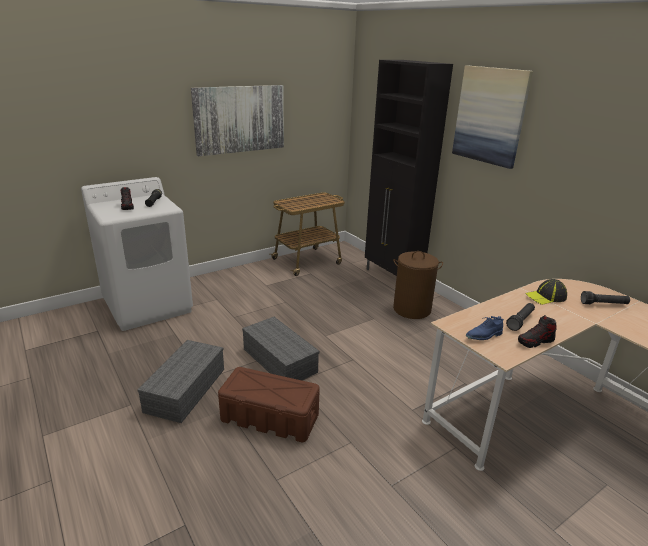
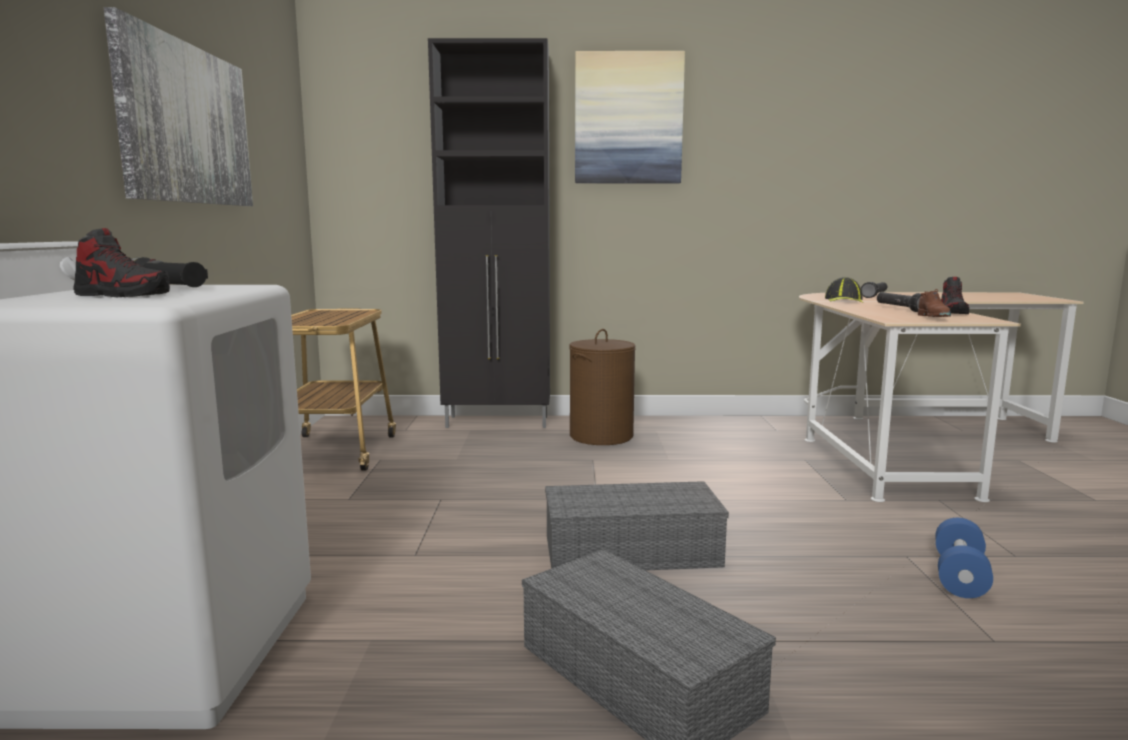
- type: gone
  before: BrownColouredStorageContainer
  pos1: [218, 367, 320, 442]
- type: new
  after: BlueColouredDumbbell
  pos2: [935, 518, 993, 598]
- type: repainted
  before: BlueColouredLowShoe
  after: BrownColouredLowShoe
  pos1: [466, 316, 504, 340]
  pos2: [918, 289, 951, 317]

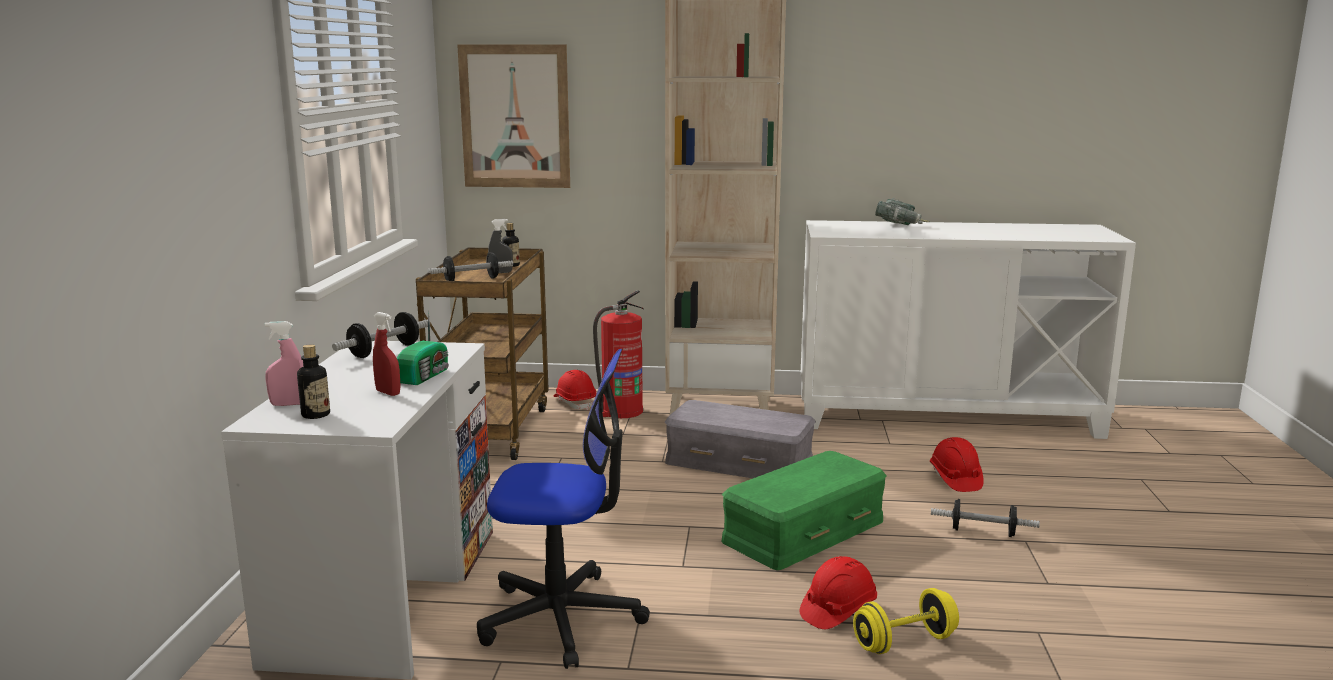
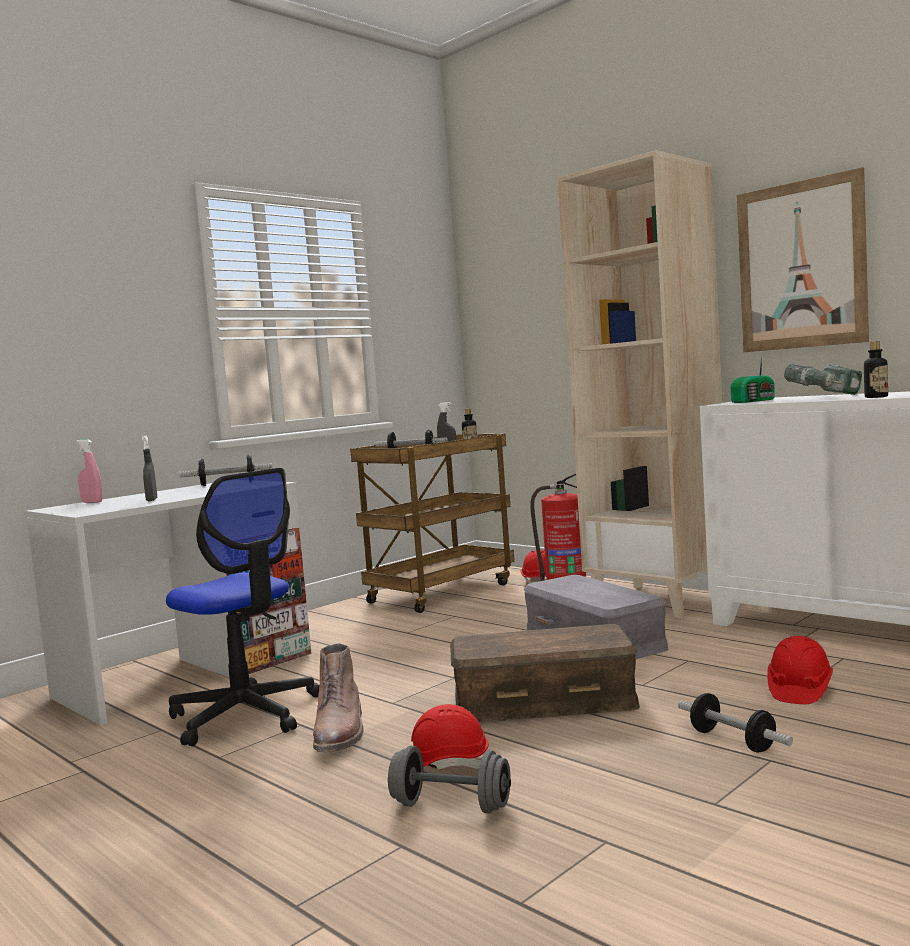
- type: new
  after: BrownColouredBoot
  pos2: [313, 643, 364, 752]
- type: shifted
  before: DrinkBottle
  pos1: [297, 344, 330, 419]
  pos2: [864, 341, 888, 398]
- type: shifted
  before: RadioReceiver
  pos1: [397, 310, 449, 385]
  pos2: [731, 356, 775, 403]
- type: shifted
  before: WallArt
  pos1: [457, 44, 570, 188]
  pos2: [737, 167, 869, 352]
- type: repainted
  before: RedSprayBottle
  after: GreyishSprayBottle
  pos1: [373, 312, 401, 396]
  pos2: [142, 435, 157, 501]
- type: repainted
  before: GreenishStorageContainer
  after: BrownColouredStorageContainer
  pos1: [721, 451, 887, 570]
  pos2: [450, 624, 640, 723]
- type: repainted
  before: YellowDumbbell
  after: GreyishDumbbell
  pos1: [853, 588, 959, 654]
  pos2: [388, 746, 511, 813]

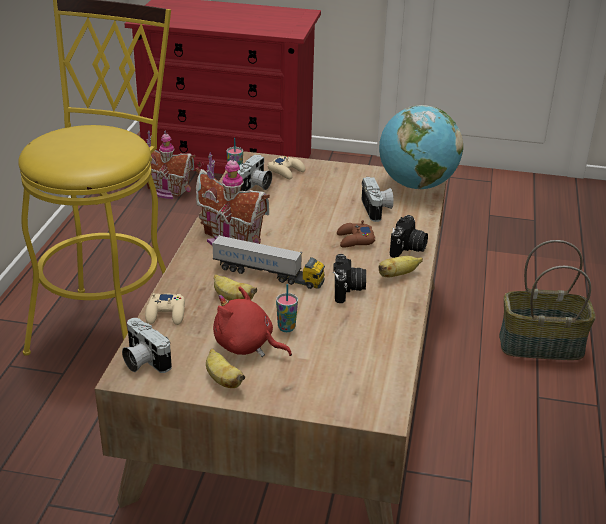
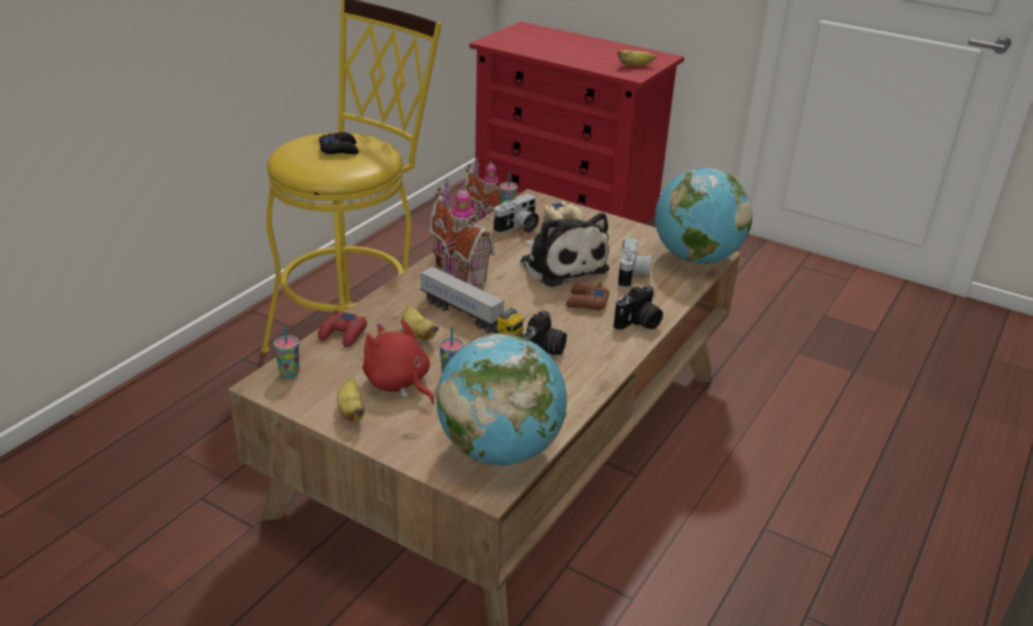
- type: gone
  before: StorageBasket
  pos1: [499, 240, 596, 360]
- type: new
  after: BlackColouredJoypad
  pos2: [319, 132, 359, 154]
- type: new
  after: WorldGlobe
  pos2: [437, 333, 567, 465]
- type: new
  after: PlushToy
  pos2: [521, 213, 610, 287]
- type: shifted
  before: WholeBanana
  pos1: [379, 256, 423, 277]
  pos2: [617, 50, 657, 66]
- type: swapped
  before: PhotoCamera
  after: Cup
  pos1: [122, 318, 172, 373]
  pos2: [274, 325, 300, 379]
- type: repainted
  before: SandColouredJoypad
  after: RedJoypad
  pos1: [145, 293, 185, 325]
  pos2: [318, 310, 367, 347]

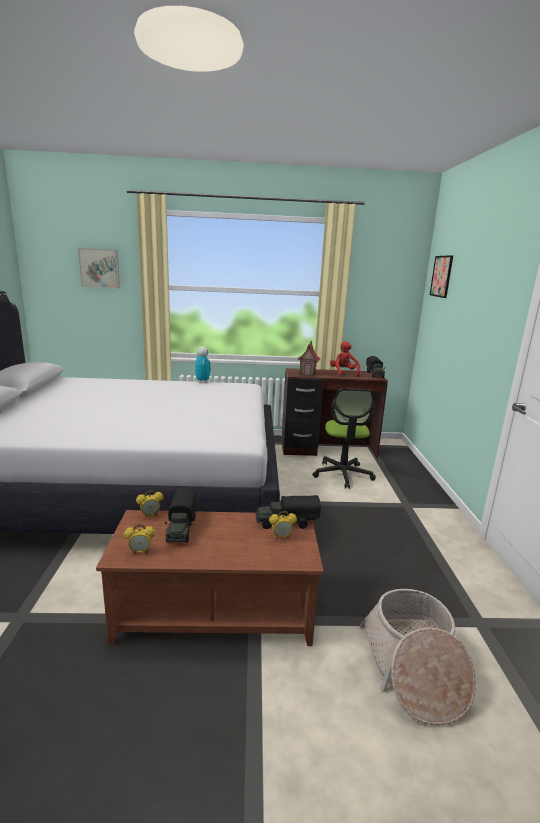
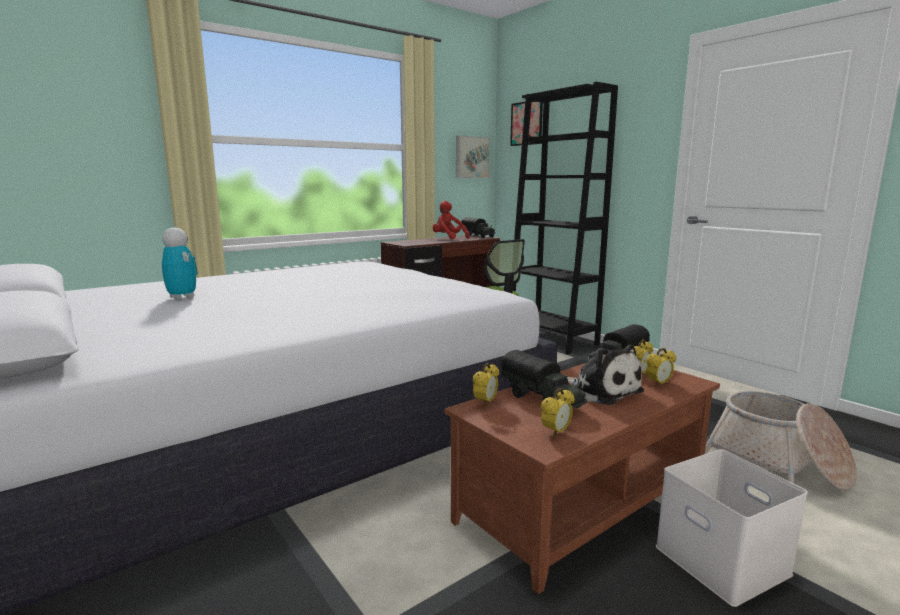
- type: gone
  before: ToyHouse
  pos1: [297, 341, 320, 376]
- type: new
  after: BlackColouredBookcase
  pos2: [513, 82, 618, 355]
- type: new
  after: PlushToy
  pos2: [567, 344, 644, 405]
- type: new
  after: BedsideClock
  pos2: [646, 348, 676, 387]
- type: new
  after: WhiteStorageContainer
  pos2: [656, 449, 808, 607]
- type: shifted
  before: WallArt
  pos1: [78, 248, 120, 289]
  pos2: [456, 136, 490, 178]
- type: shifted
  before: ModelRobot
  pos1: [195, 347, 211, 383]
  pos2: [162, 227, 198, 300]

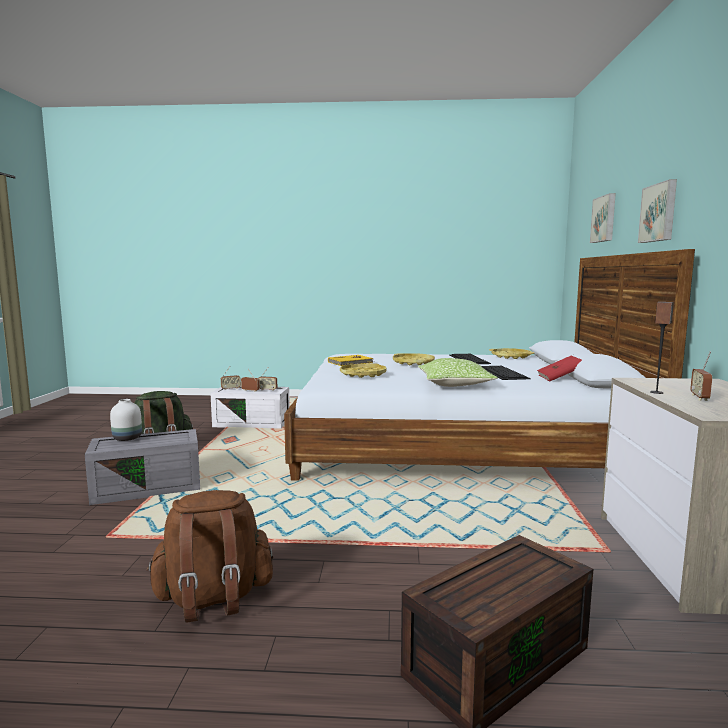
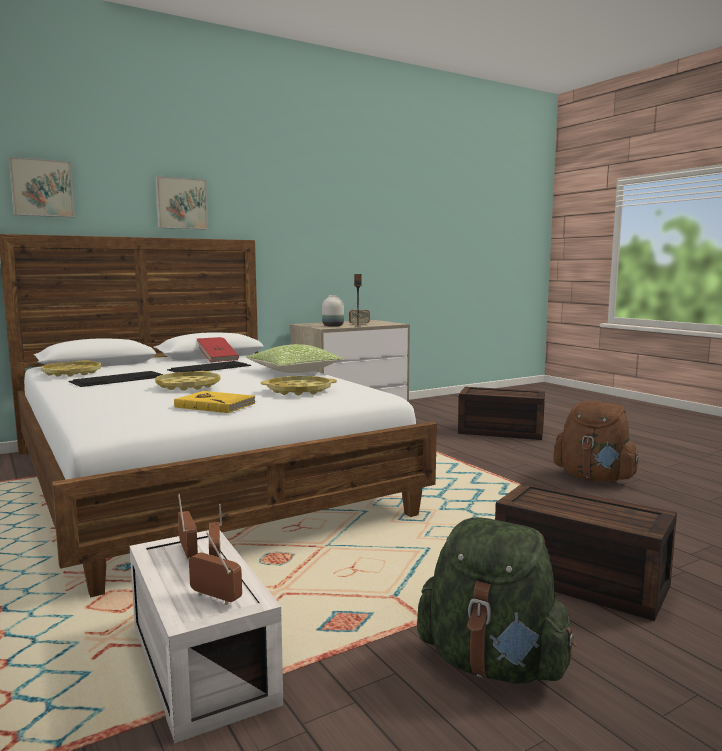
- type: shifted
  before: WhiteFlowerVase
  pos1: [110, 399, 142, 441]
  pos2: [322, 295, 344, 327]
- type: repainted
  before: GreyishStorageContainer
  after: BrownColouredStorageContainer
  pos1: [85, 429, 200, 505]
  pos2: [495, 482, 677, 621]

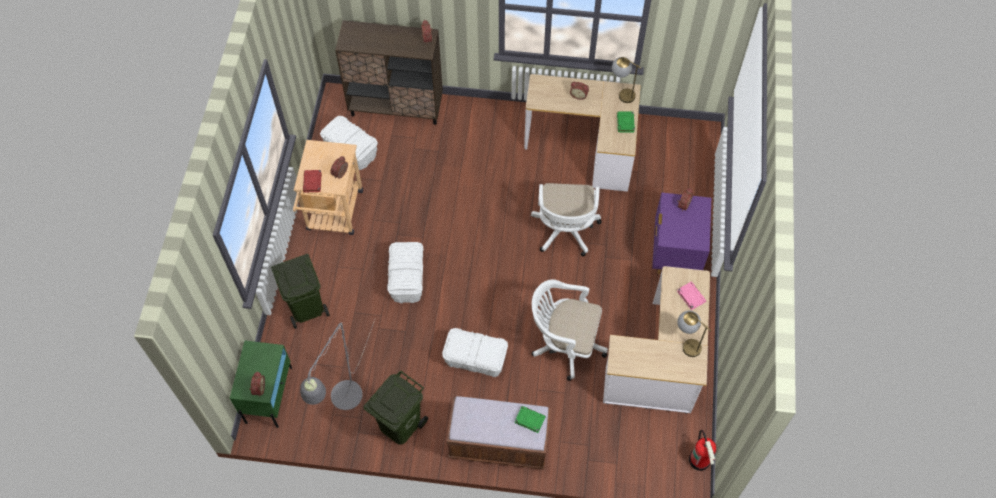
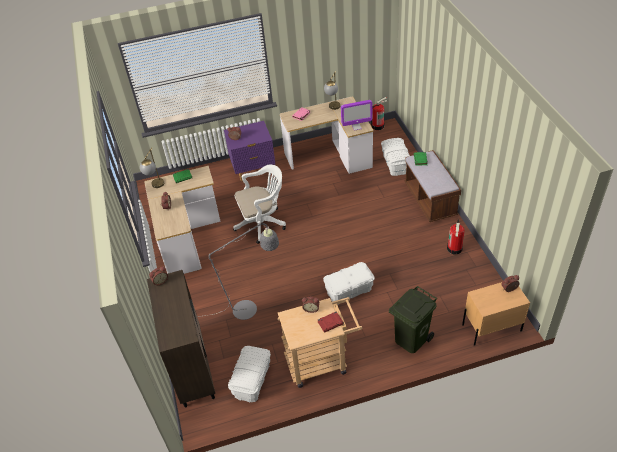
- type: gone
  before: WhiteOfficeChair
  pos1: [532, 279, 608, 381]
- type: new
  after: ComputerScreen
  pos2: [341, 100, 372, 130]
- type: shifted
  before: GreyishStandingLamp
  pos1: [300, 320, 375, 410]
  pos2: [199, 222, 279, 320]
- type: shifted
  before: WhiteStorageContainer
  pos1: [442, 328, 508, 377]
  pos2: [381, 138, 410, 176]
- type: swapped
  before: GreenishTrashCan
  after: FireExtinguisher
  pos1: [364, 370, 428, 445]
  pos2: [447, 219, 465, 254]
- type: repainted
  before: GreenishNightstand
  after: SandColouredNightstand
  pos1: [230, 341, 292, 428]
  pos2: [462, 282, 530, 346]

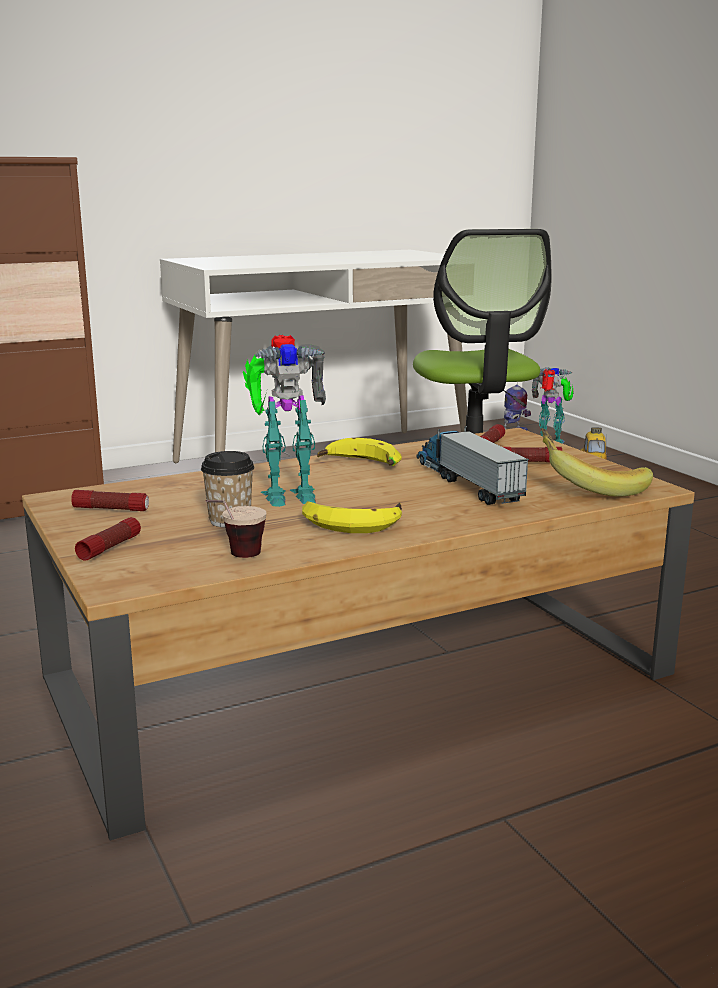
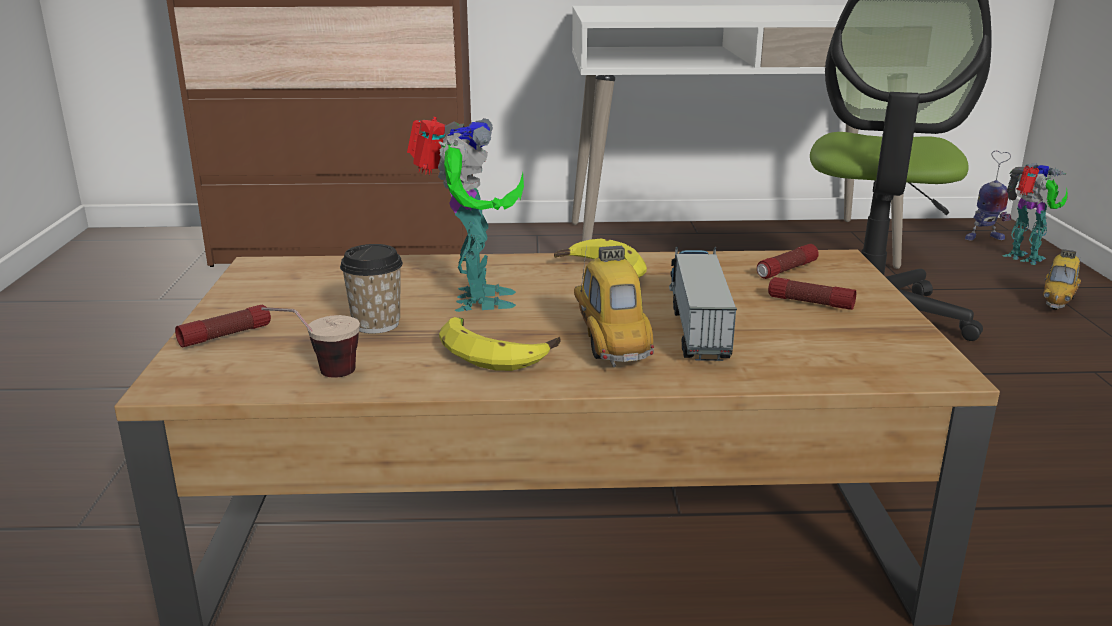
- type: gone
  before: Flashlight
  pos1: [71, 490, 149, 511]
- type: gone
  before: WholeBanana
  pos1: [541, 428, 653, 497]
- type: new
  after: ToyCar
  pos2: [574, 246, 654, 367]
- type: rotated
  before: ModelRobot
  pos1: [243, 334, 326, 507]
  pos2: [407, 117, 524, 312]
  turn: -105

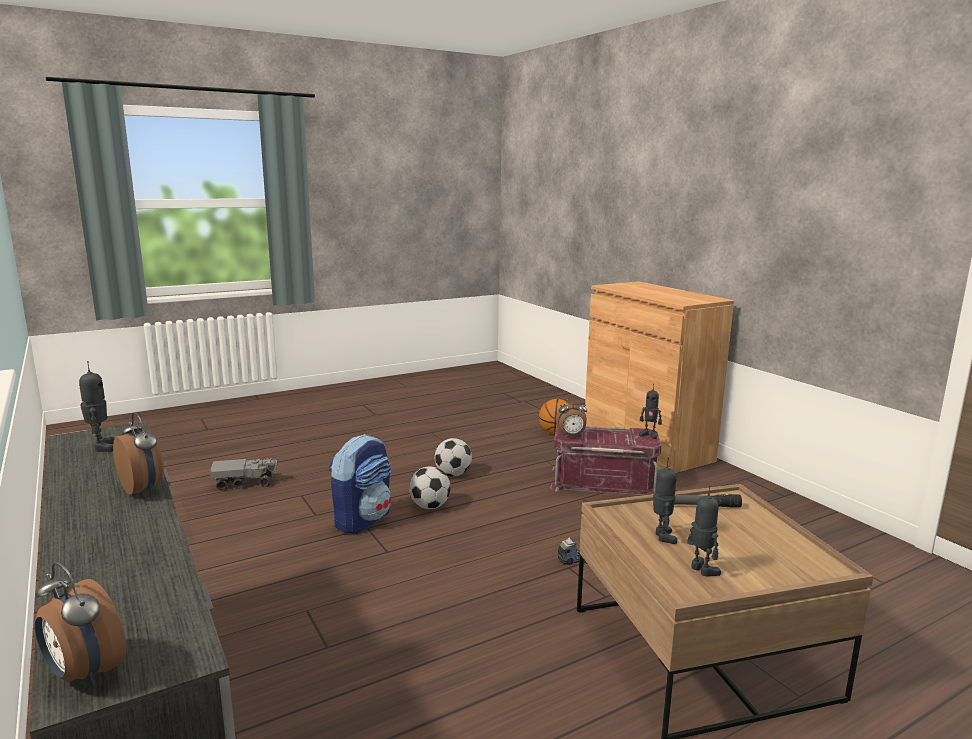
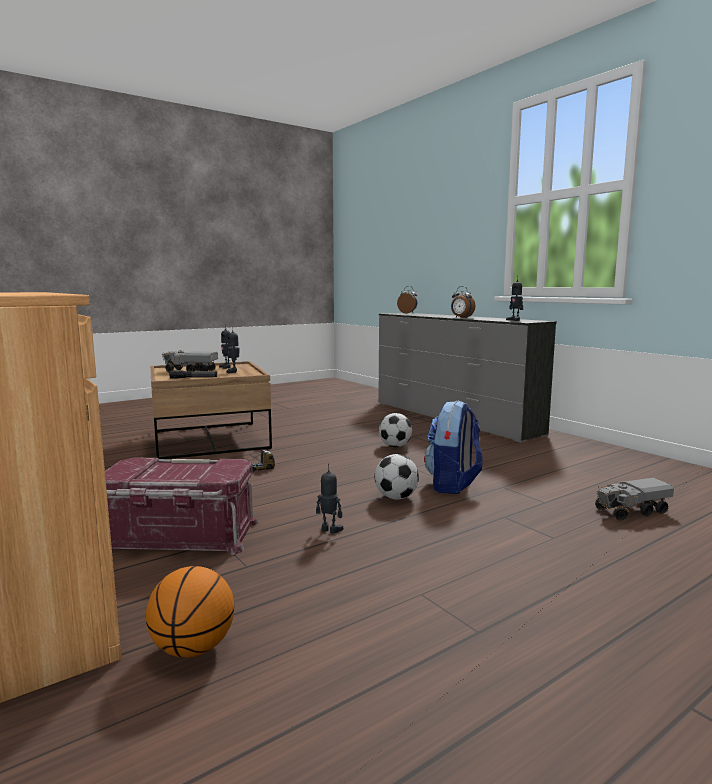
- type: gone
  before: BedsideClock
  pos1: [556, 397, 587, 437]
- type: new
  after: ToyTruck
  pos2: [162, 350, 218, 373]
- type: shifted
  before: Football
  pos1: [435, 438, 472, 477]
  pos2: [379, 413, 412, 447]
- type: shifted
  before: ModelRobot
  pos1: [639, 384, 662, 439]
  pos2: [316, 463, 343, 533]

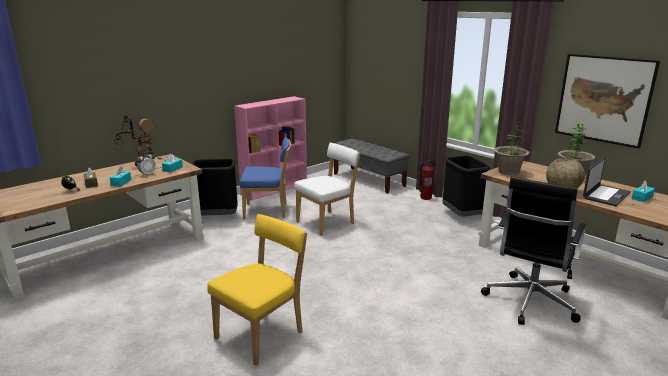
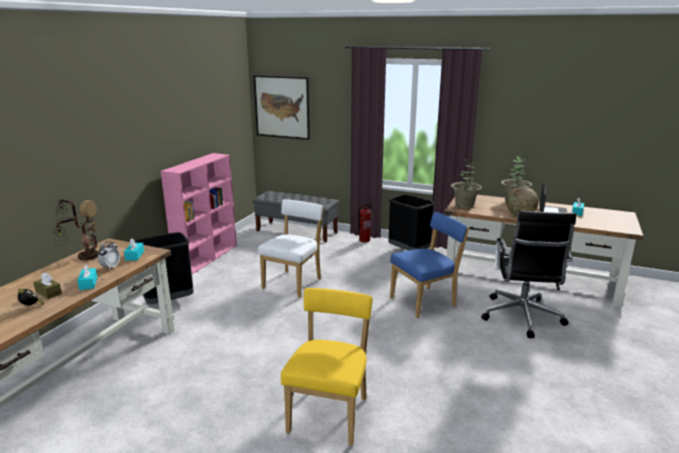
- type: shifted
  before: BlueColouredUprightChair
  pos1: [240, 137, 291, 219]
  pos2: [390, 212, 469, 318]
- type: shifted
  before: WallArt
  pos1: [555, 54, 660, 149]
  pos2: [254, 75, 310, 140]

